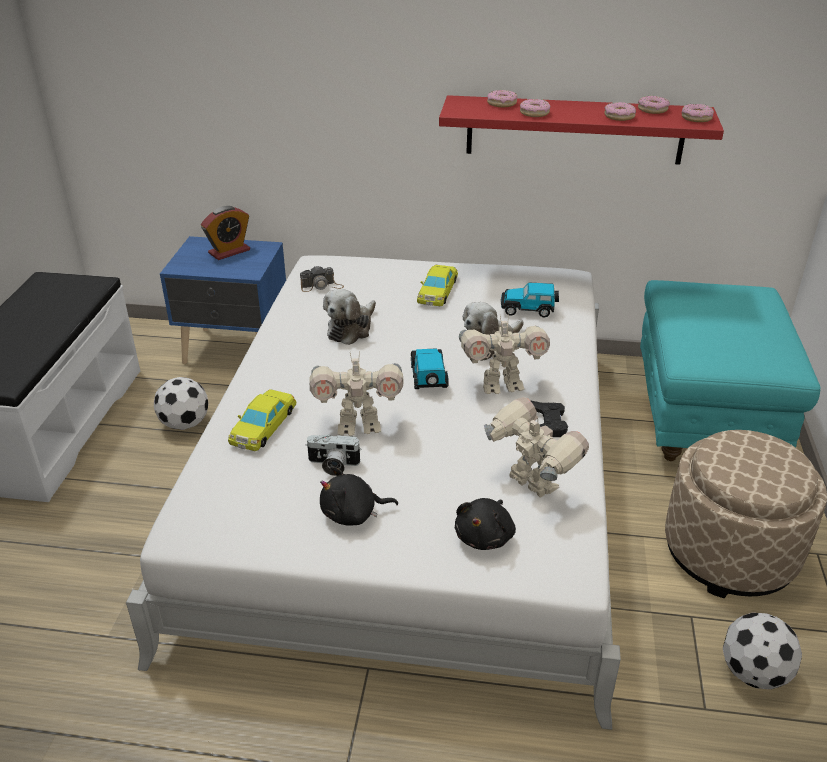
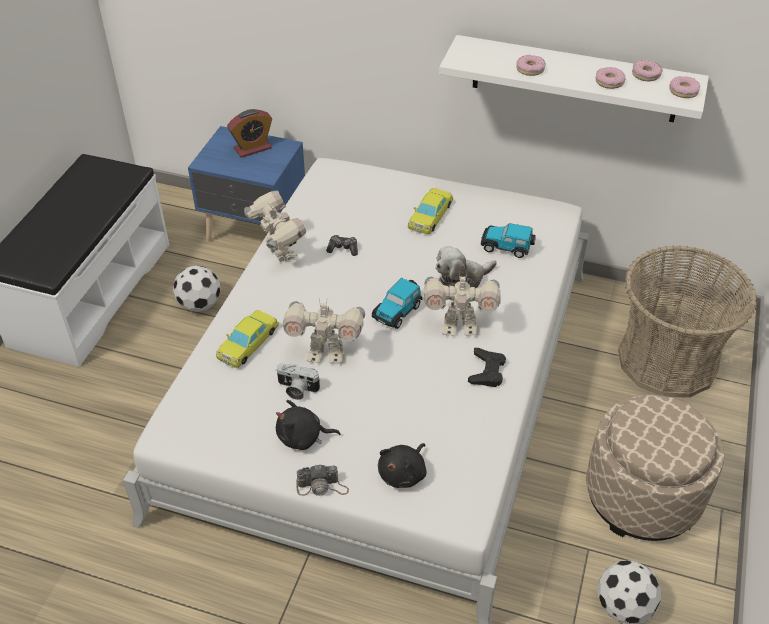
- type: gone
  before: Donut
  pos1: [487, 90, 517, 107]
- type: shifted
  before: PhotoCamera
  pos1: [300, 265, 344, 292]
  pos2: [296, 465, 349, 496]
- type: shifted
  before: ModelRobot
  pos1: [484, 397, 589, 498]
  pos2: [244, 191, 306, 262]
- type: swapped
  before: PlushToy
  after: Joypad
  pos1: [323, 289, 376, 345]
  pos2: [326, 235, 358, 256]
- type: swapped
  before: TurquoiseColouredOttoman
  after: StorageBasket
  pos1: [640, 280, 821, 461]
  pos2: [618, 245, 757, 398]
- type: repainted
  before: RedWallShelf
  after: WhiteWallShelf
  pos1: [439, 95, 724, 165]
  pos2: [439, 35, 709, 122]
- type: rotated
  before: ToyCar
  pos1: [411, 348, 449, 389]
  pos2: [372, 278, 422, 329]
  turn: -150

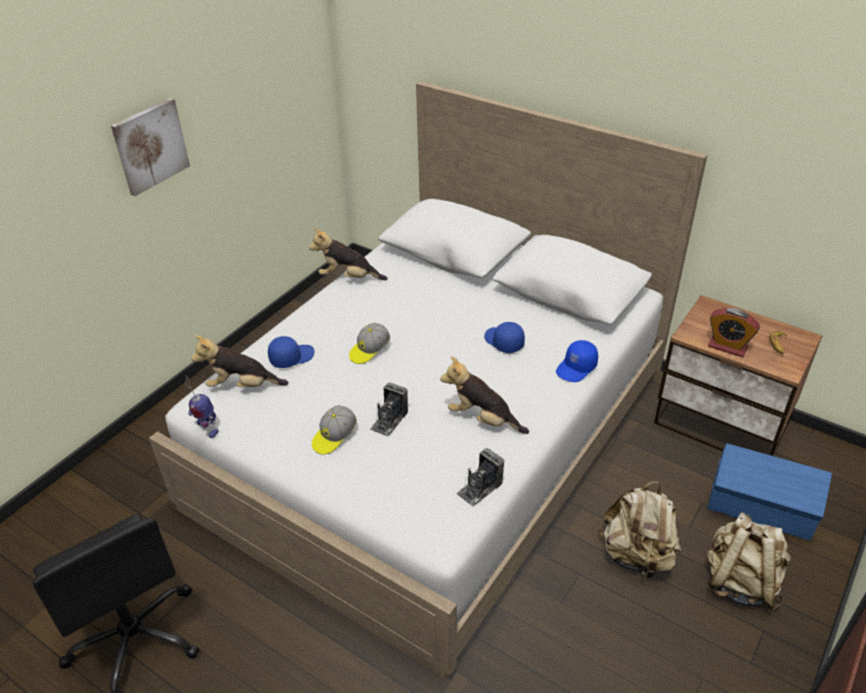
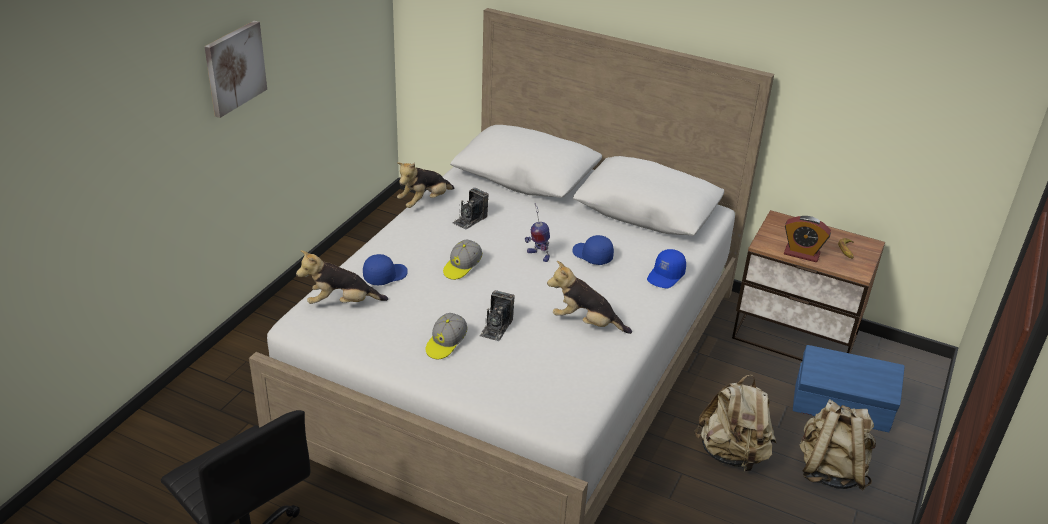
- type: shifted
  before: ModelRobot
  pos1: [185, 376, 219, 438]
  pos2: [525, 203, 550, 262]
- type: shifted
  before: PhotoCamera
  pos1: [456, 448, 504, 507]
  pos2: [453, 188, 489, 229]
- type: rotated
  before: PlushToy
  pos1: [309, 228, 387, 280]
  pos2: [397, 162, 454, 208]
  turn: -45

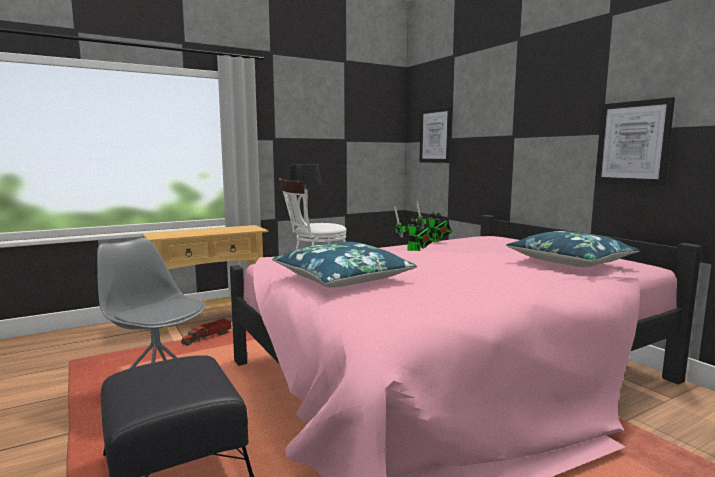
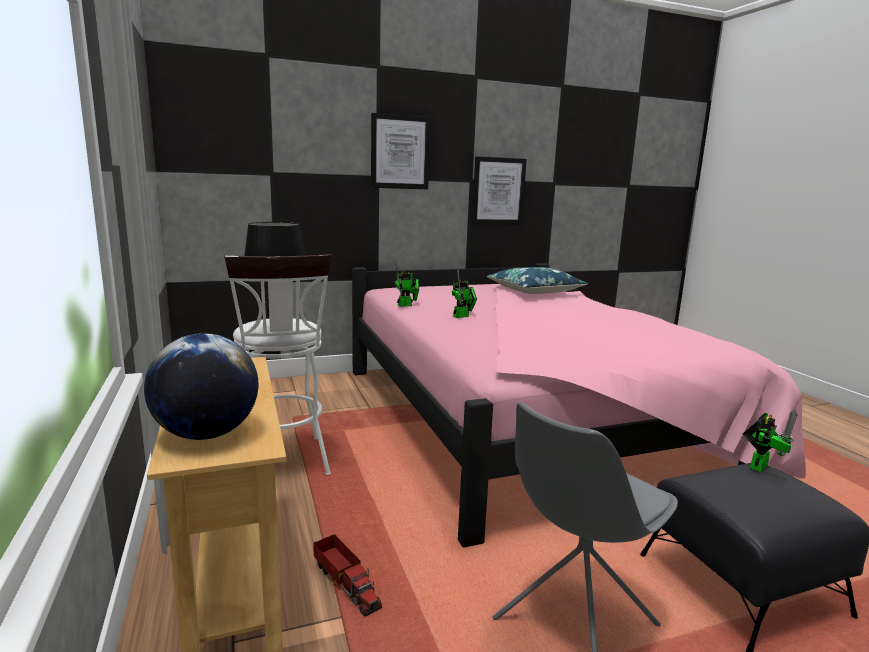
- type: gone
  before: BlueColouredCushion
  pos1: [272, 242, 417, 288]
- type: new
  after: WorldGlobe
  pos2: [144, 333, 258, 440]
- type: new
  after: ModelRobot
  pos2: [743, 410, 798, 472]
- type: shifted
  before: WallArt
  pos1: [420, 107, 452, 163]
  pos2: [371, 113, 430, 189]

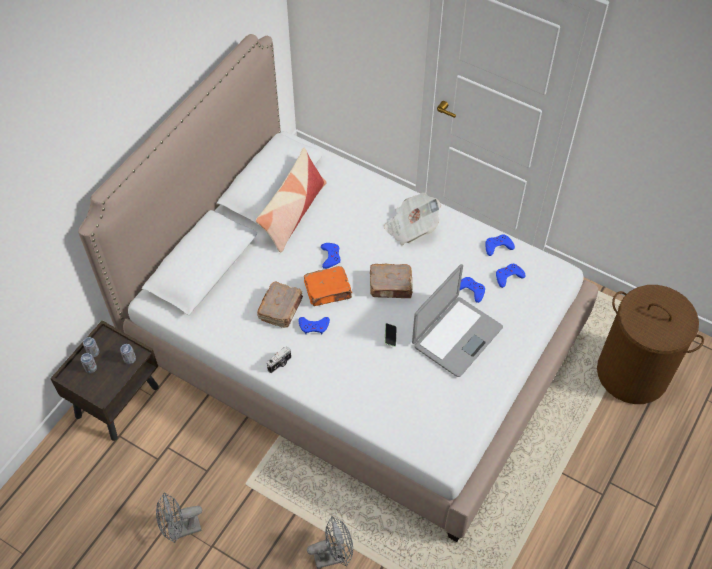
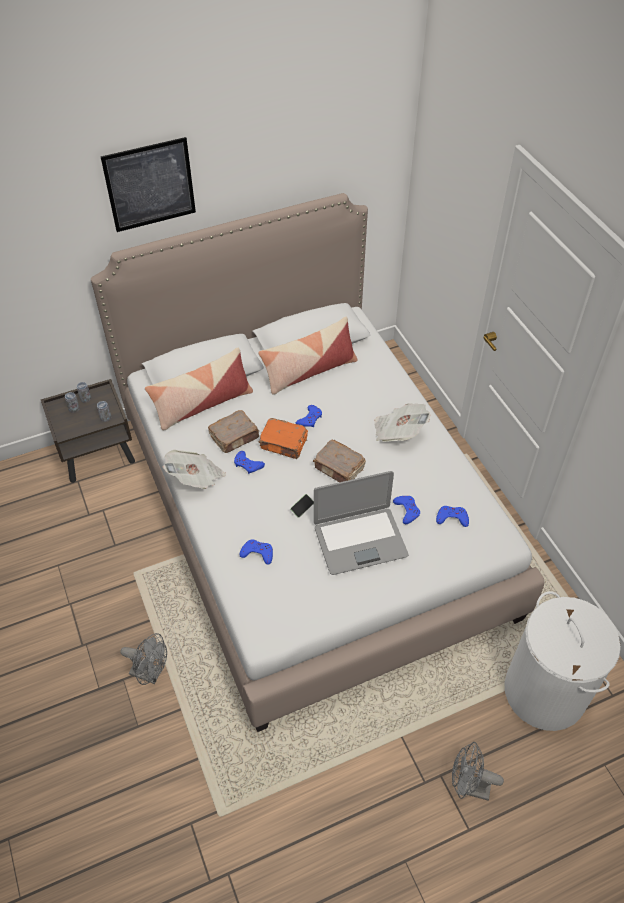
- type: new
  after: WallArt
  pos2: [101, 137, 196, 232]
- type: new
  after: Cushion
  pos2: [145, 347, 253, 431]
- type: shifted
  before: GreyishFan
  pos1: [156, 493, 202, 543]
  pos2: [452, 742, 504, 800]
- type: shifted
  before: BlueColouredJoypad
  pos1: [486, 234, 515, 256]
  pos2: [239, 539, 273, 565]
- type: swapped
  before: PhotoCamera
  after: DailyPaper
  pos1: [267, 347, 291, 373]
  pos2: [162, 450, 226, 489]
- type: repainted
  before: BrownColouredWashingBasket
  after: WhiteWashingBasket
  pos1: [597, 285, 704, 404]
  pos2: [504, 591, 621, 731]

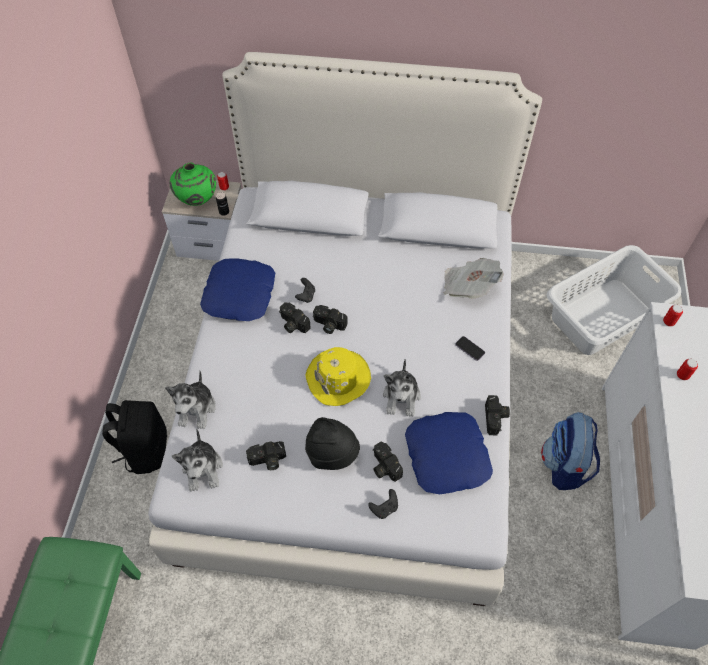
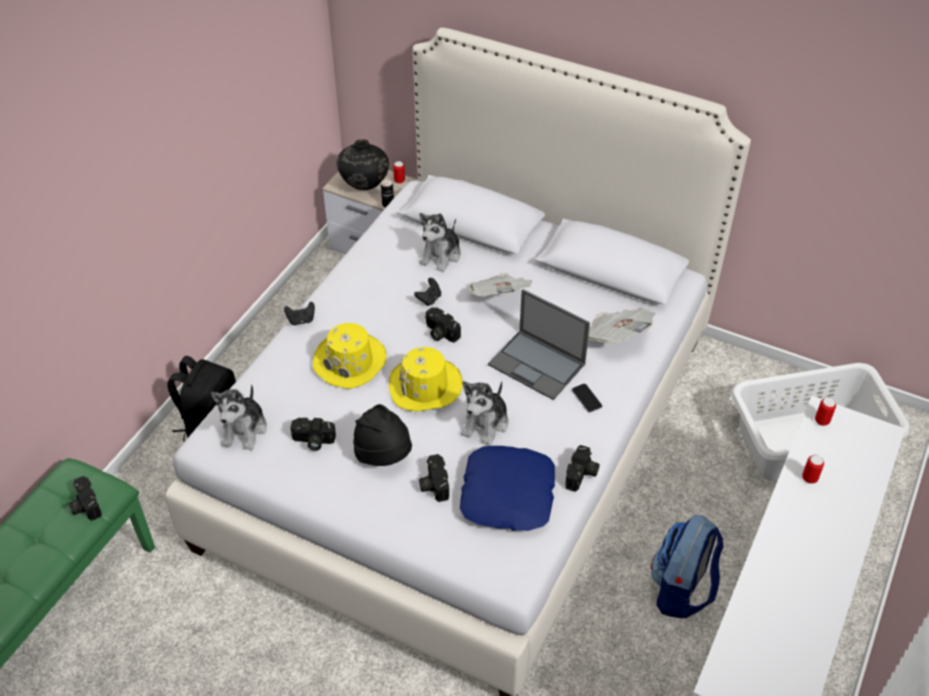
- type: gone
  before: BlueColouredCushion
  pos1: [200, 258, 275, 321]
- type: new
  after: YellowWearableHat
  pos2: [313, 323, 386, 389]
- type: new
  after: DailyPaper
  pos2: [469, 273, 532, 296]
- type: new
  after: Laptop
  pos2: [488, 289, 590, 400]
- type: shifted
  before: PlushToy
  pos1: [165, 371, 216, 429]
  pos2: [419, 213, 461, 272]
- type: shifted
  before: PhotoCamera
  pos1: [279, 302, 311, 333]
  pos2: [68, 476, 102, 521]
- type: shifted
  before: BlackColouredJoypad
  pos1: [368, 489, 398, 519]
  pos2: [284, 302, 315, 325]
- type: repainted
  before: GreenishFlowerVase
  after: BlackColouredFlowerVase
  pos1: [170, 163, 216, 206]
  pos2: [337, 139, 389, 190]

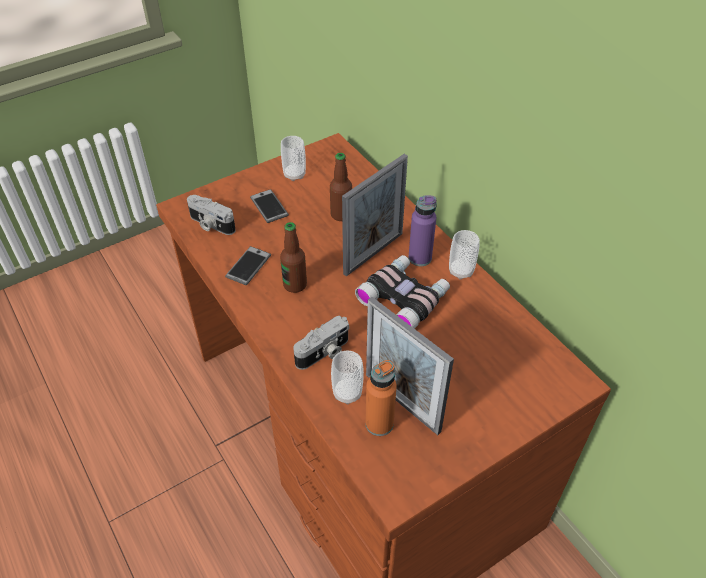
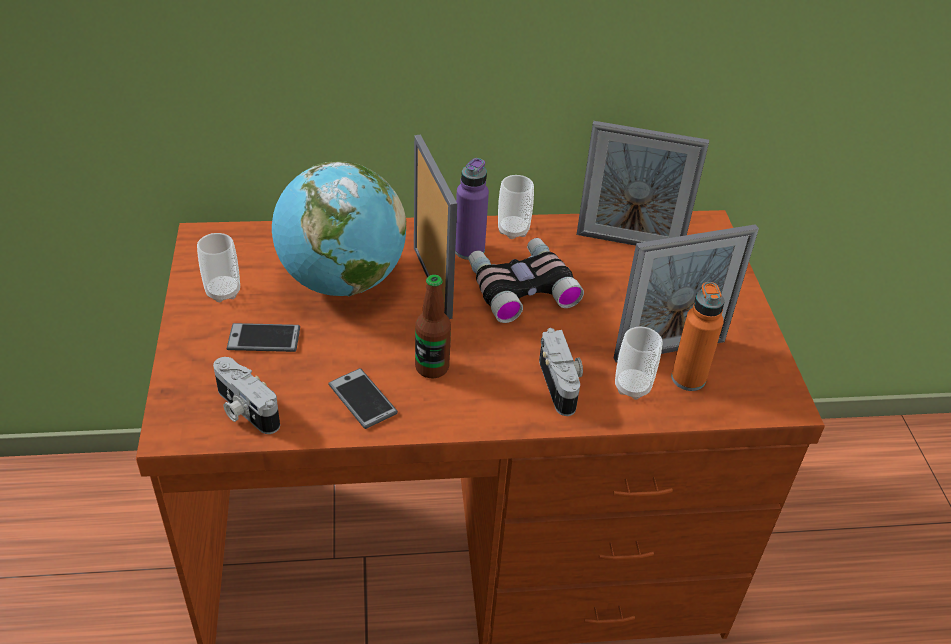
- type: new
  after: PictureFrame
  pos2: [576, 121, 709, 246]
- type: swapped
  before: DrinkBottle
  after: WorldGlobe
  pos1: [330, 153, 352, 221]
  pos2: [272, 161, 406, 296]
- type: rotated
  before: PhotoCamera
  pos1: [187, 195, 236, 235]
  pos2: [213, 357, 280, 434]
  turn: 75

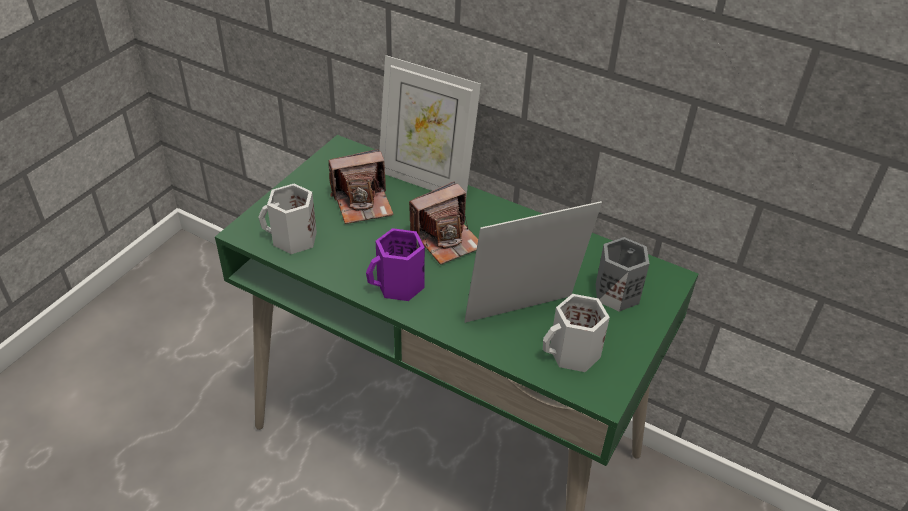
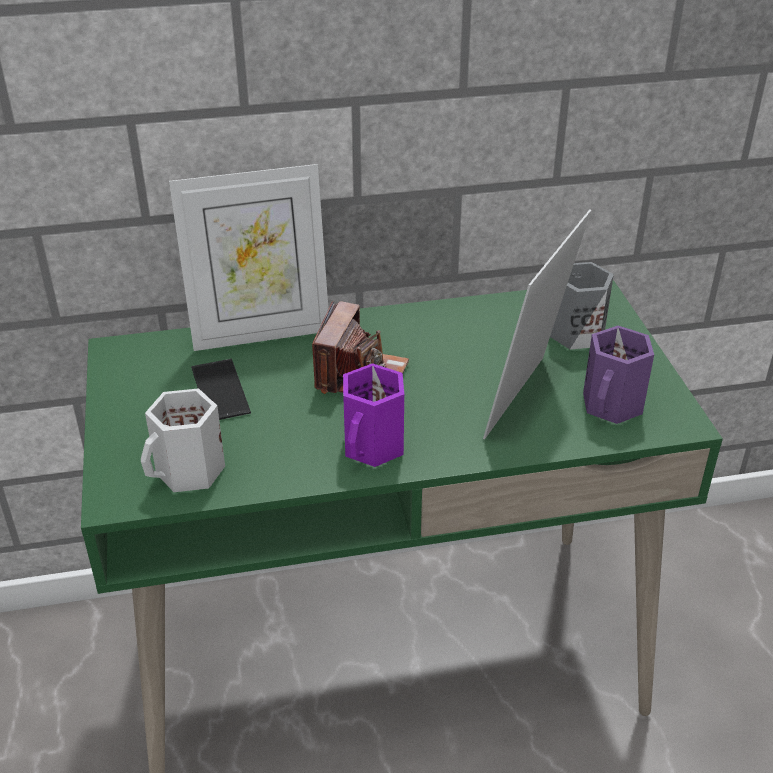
- type: swapped
  before: PhotoCamera
  after: Handset
  pos1: [328, 149, 394, 224]
  pos2: [191, 359, 251, 420]
- type: repainted
  before: WhiteCoffeeMug
  after: PurpleColouredCoffeeMug
  pos1: [543, 294, 610, 372]
  pos2: [583, 326, 654, 424]

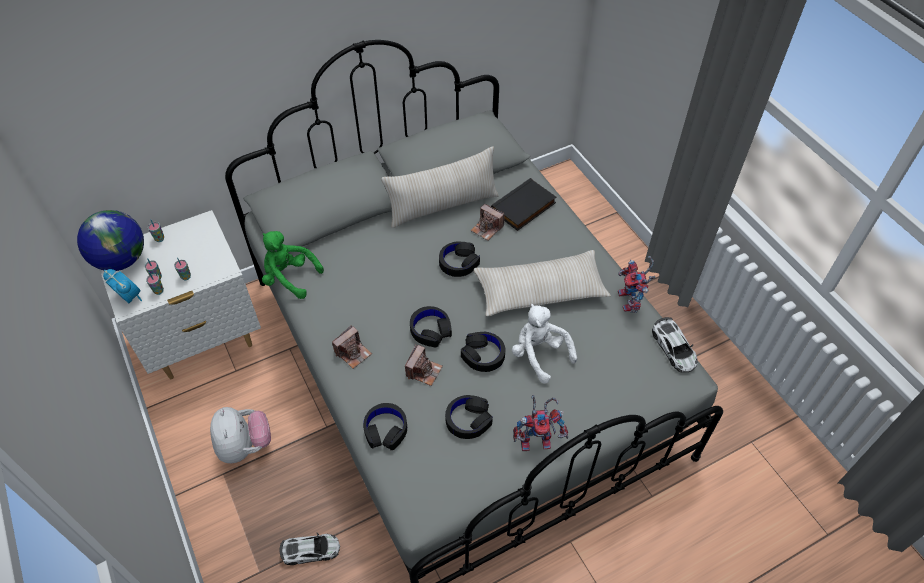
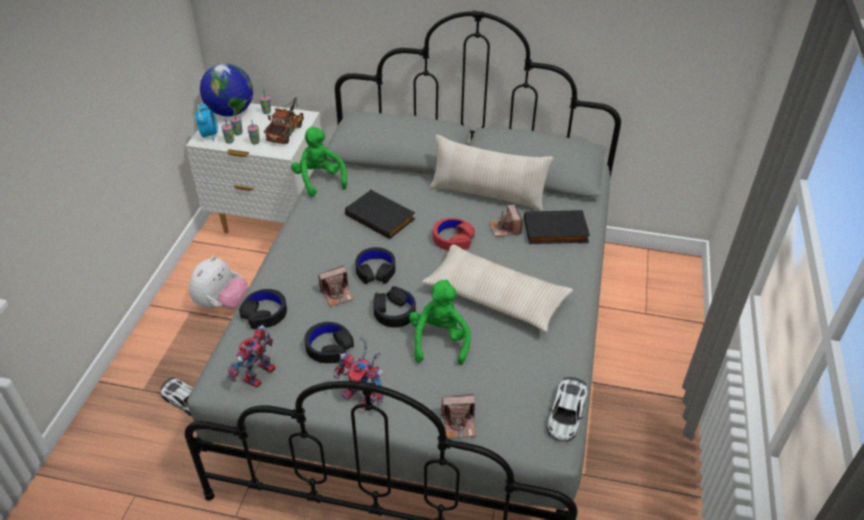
- type: new
  after: ToyTruck
  pos2: [264, 97, 304, 144]
- type: new
  after: BlackColouredBook
  pos2: [345, 190, 415, 239]
- type: shifted
  before: PhotoCamera
  pos1: [332, 325, 372, 369]
  pos2: [441, 393, 476, 438]
- type: shifted
  before: ModelRobot
  pos1: [618, 256, 656, 313]
  pos2: [227, 325, 275, 388]
- type: repainted
  before: BlackColouredHeadphones
  after: RedHeadphones
  pos1: [439, 242, 480, 277]
  pos2: [433, 218, 475, 251]
- type: repainted
  before: WhitePlushToy
  after: GreenishPlushToy
  pos1: [512, 304, 577, 384]
  pos2: [409, 280, 471, 365]

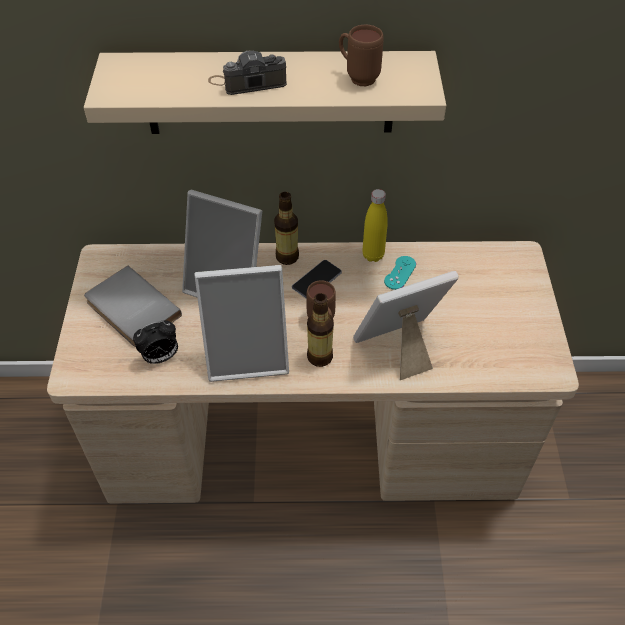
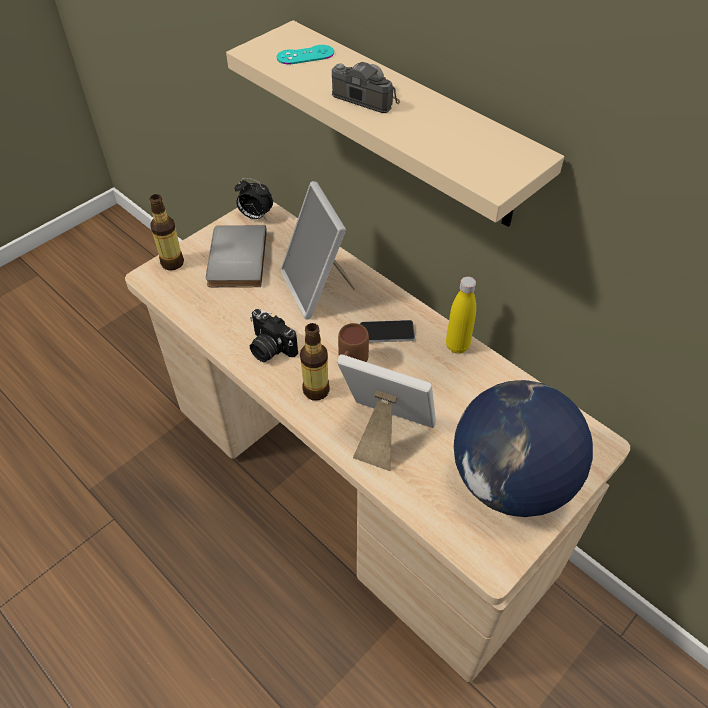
- type: gone
  before: BrownColouredCoffeeMug
  pos1: [339, 25, 384, 87]
- type: new
  after: WorldGlobe
  pos2: [454, 380, 593, 517]
- type: shifted
  before: BedsideClock
  pos1: [133, 321, 178, 364]
  pos2: [235, 178, 273, 219]
- type: shifted
  before: DrinkBottle
  pos1: [274, 192, 299, 265]
  pos2: [149, 194, 184, 270]
- type: shifted
  before: TurquoiseColouredJoypad
  pos1: [384, 256, 416, 290]
  pos2: [277, 45, 334, 65]
- type: swapped
  before: PictureFrame
  after: PhotoCamera
  pos1: [194, 265, 289, 382]
  pos2: [250, 309, 298, 362]

